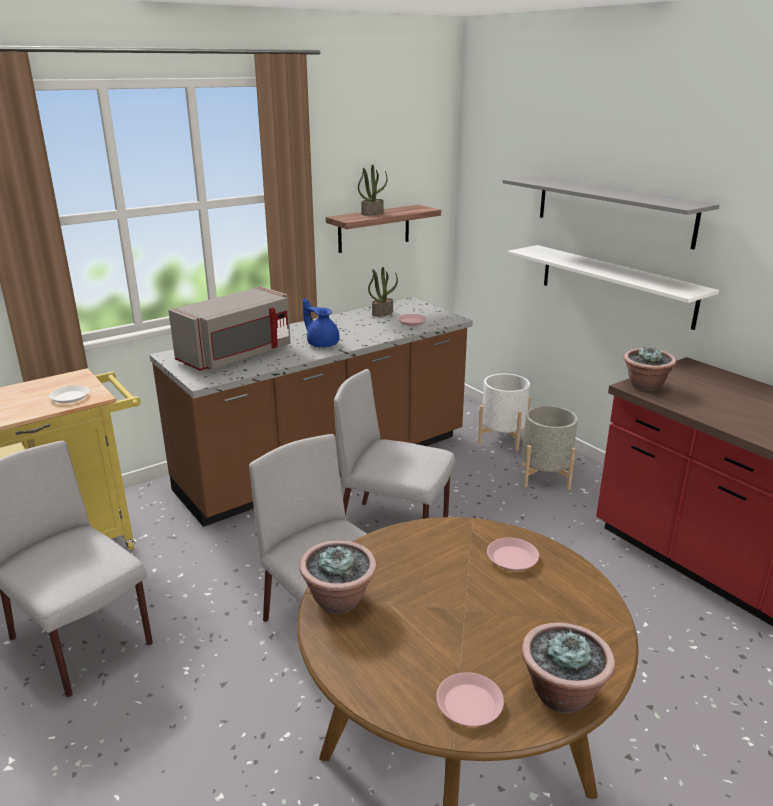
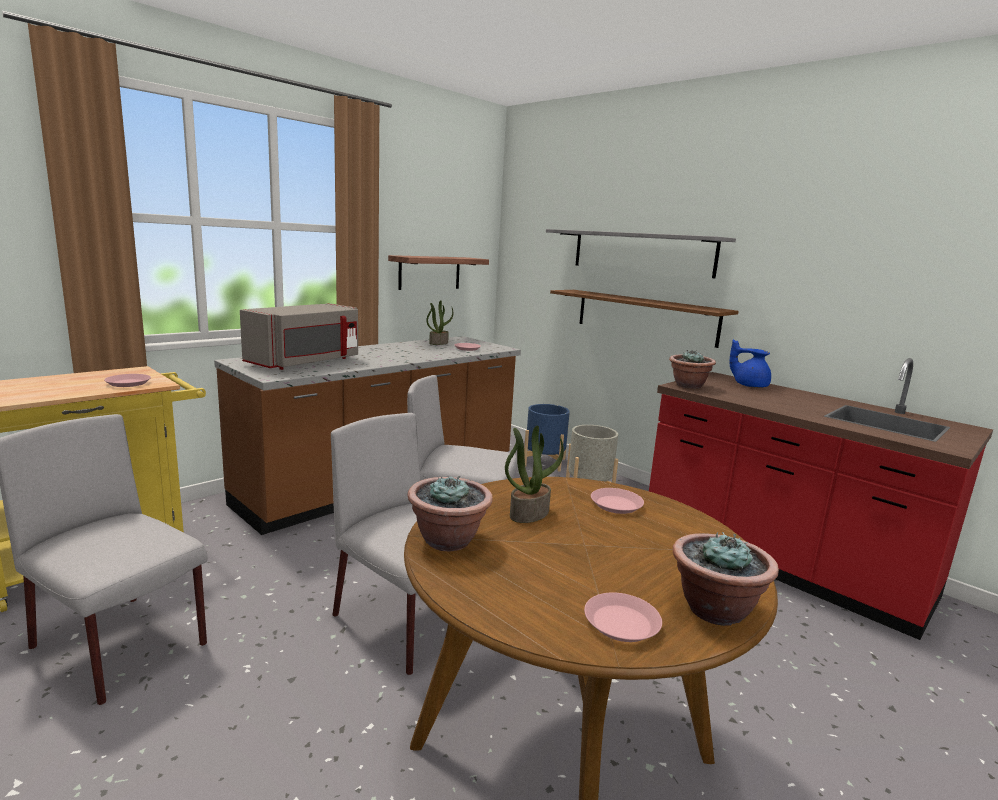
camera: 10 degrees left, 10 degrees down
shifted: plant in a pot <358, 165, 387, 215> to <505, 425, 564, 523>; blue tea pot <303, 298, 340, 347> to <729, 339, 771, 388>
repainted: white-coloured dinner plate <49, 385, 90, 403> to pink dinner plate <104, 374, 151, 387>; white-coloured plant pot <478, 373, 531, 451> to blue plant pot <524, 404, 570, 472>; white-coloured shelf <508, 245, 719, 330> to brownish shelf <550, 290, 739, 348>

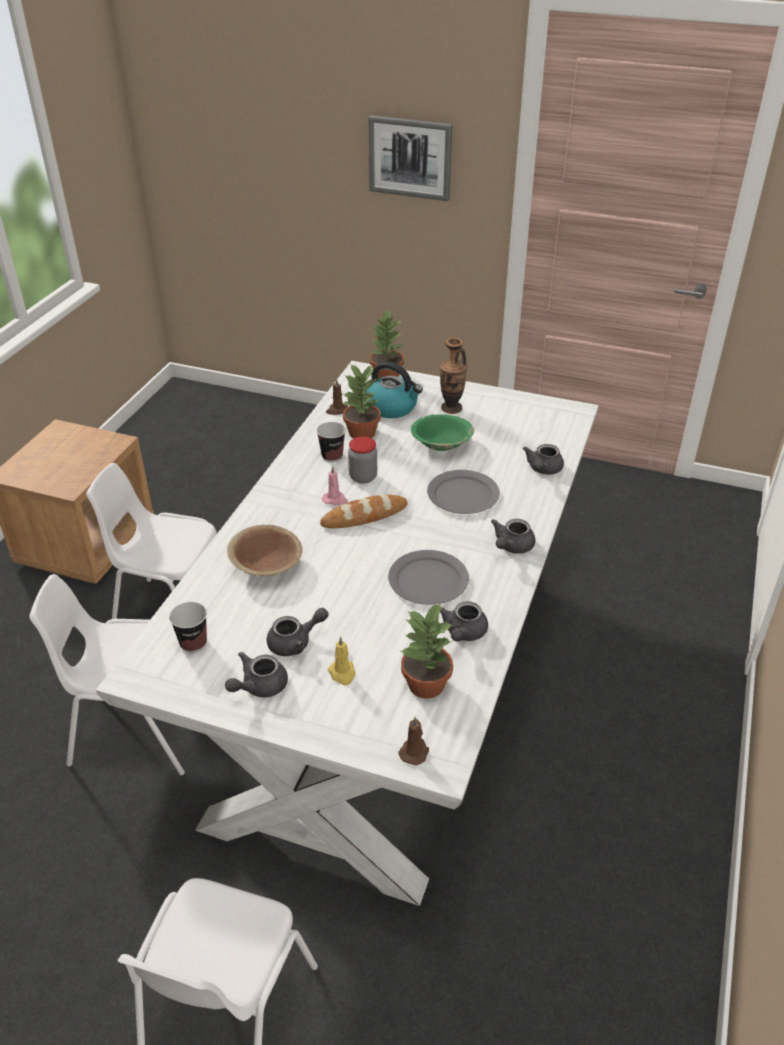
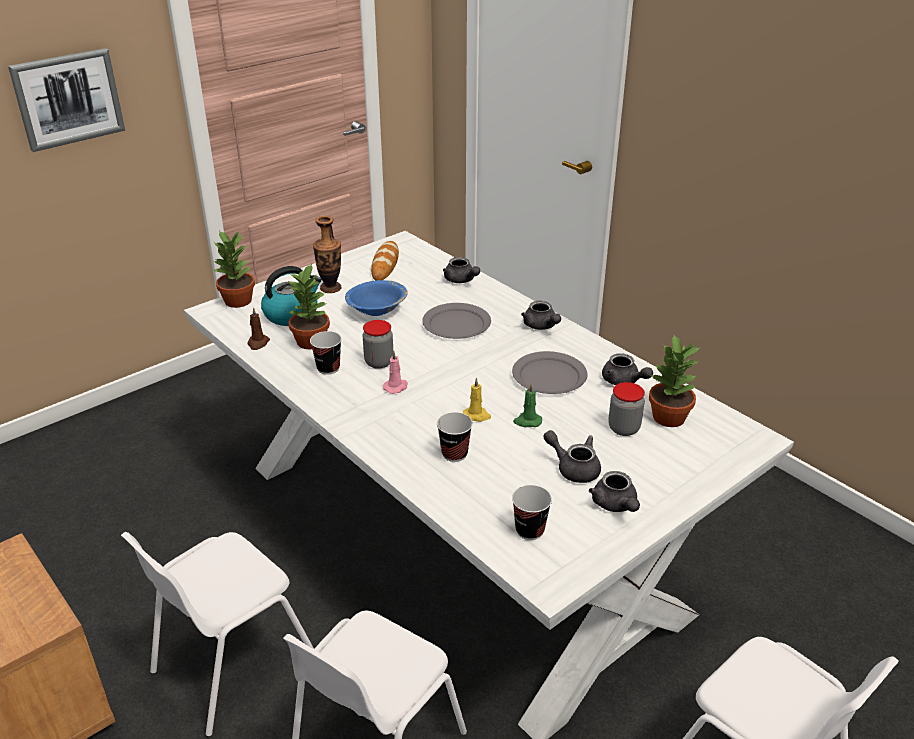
camera: 60 degrees left, 5 degrees down
gone: brownish wax candle <399, 717, 429, 765>
new: greenish wax candle <513, 384, 542, 427>; storage jar <608, 382, 645, 436>
shifted: baked bread <320, 495, 408, 528> to <371, 241, 399, 280>; yellowish wax candle <328, 637, 355, 685> to <463, 378, 491, 422>
swapped: brownish deep dish <227, 525, 302, 576> to cup <437, 412, 473, 462>
repainted: greenish deep dish <411, 414, 474, 451> to blue deep dish <345, 280, 408, 316>
rotated: grey tea pot <267, 608, 329, 656> = <543, 430, 601, 483> 60 degrees counterclockwise

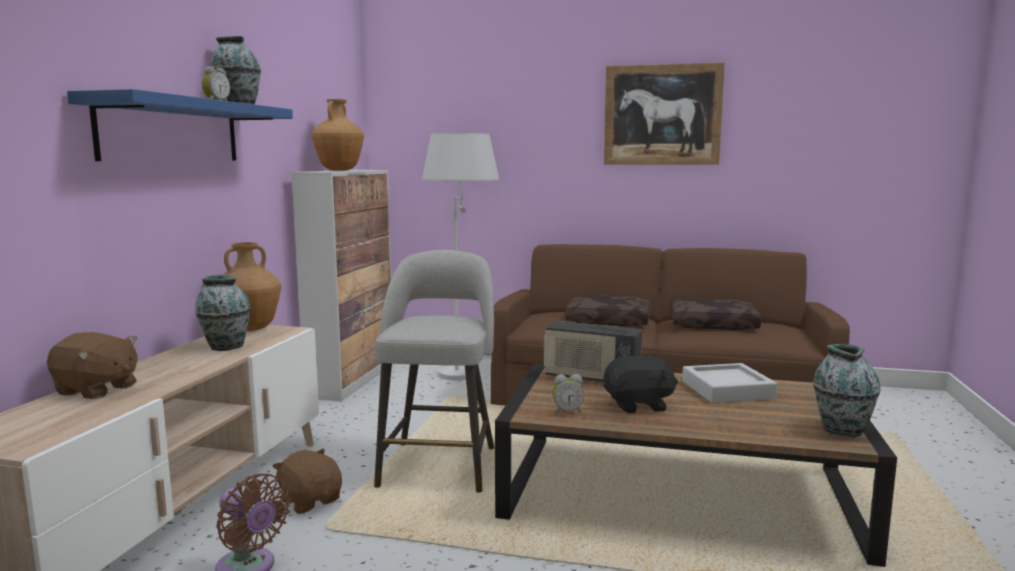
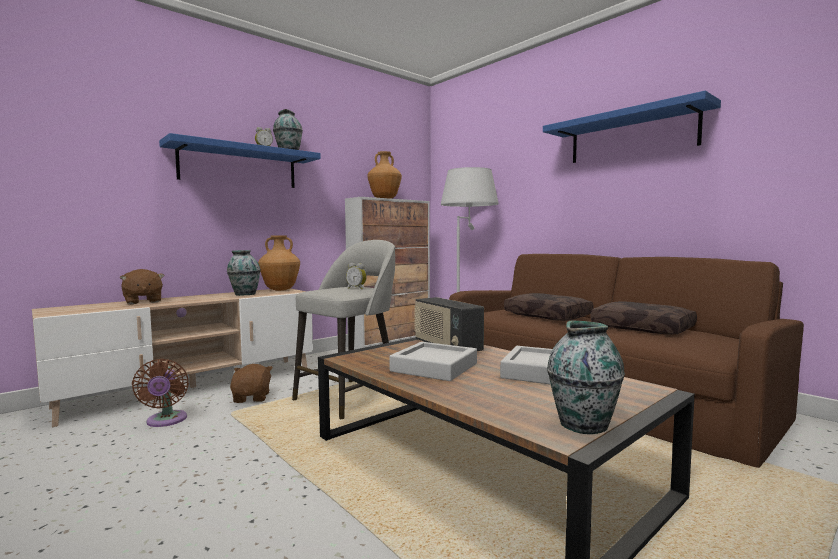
camera: 35 degrees right, 5 degrees down
shifted: bedside clock <552, 374, 584, 414> to <346, 263, 367, 289>
swapped: black-coloured cuddly toy <604, 355, 678, 413> to grey serving tray <389, 342, 477, 381>; picture <604, 62, 725, 165> to blue shelf <543, 91, 721, 163>

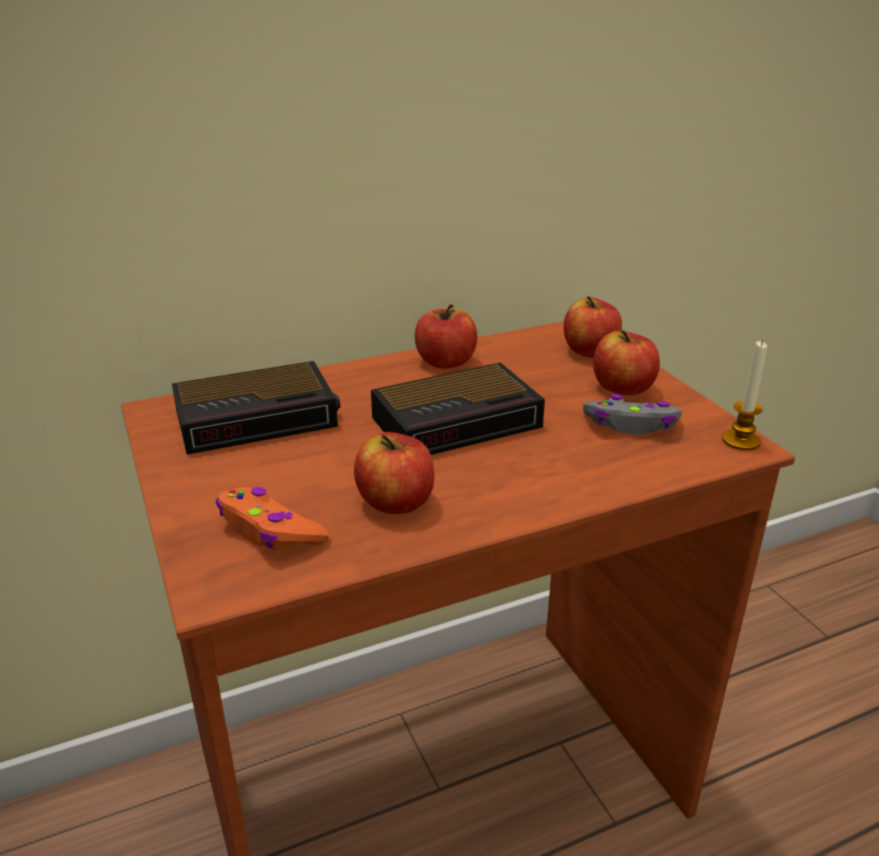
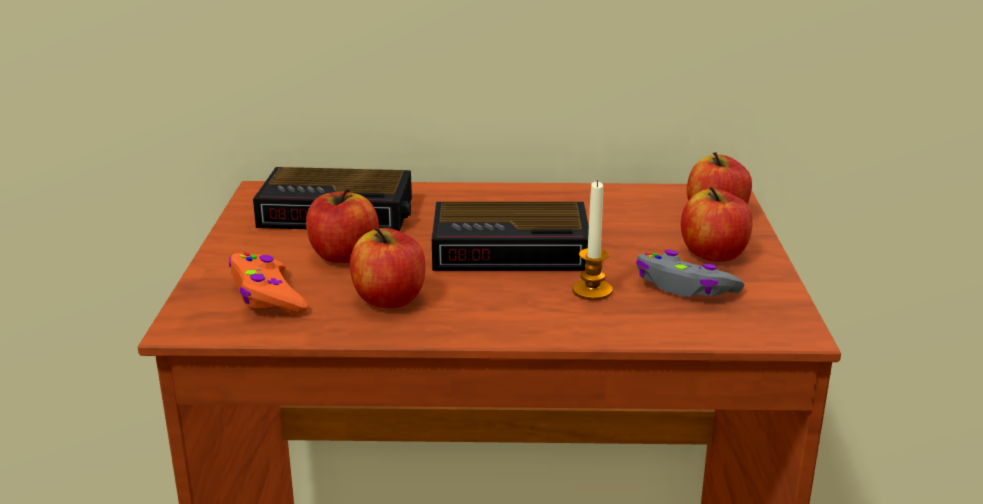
camera: 25 degrees right, 5 degrees down
shifted: apple fruit <415, 304, 478, 369> to <306, 188, 379, 263>; wax candle <722, 340, 767, 450> to <572, 180, 613, 300>

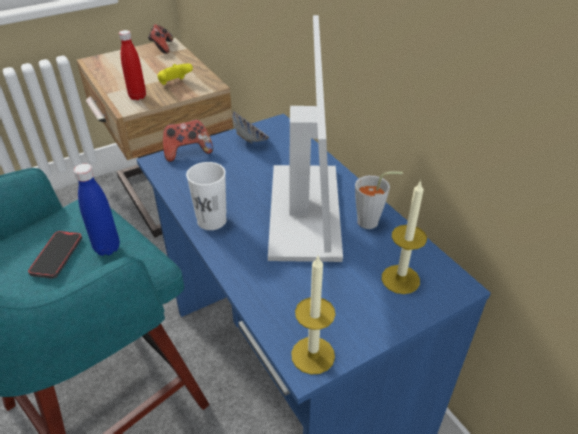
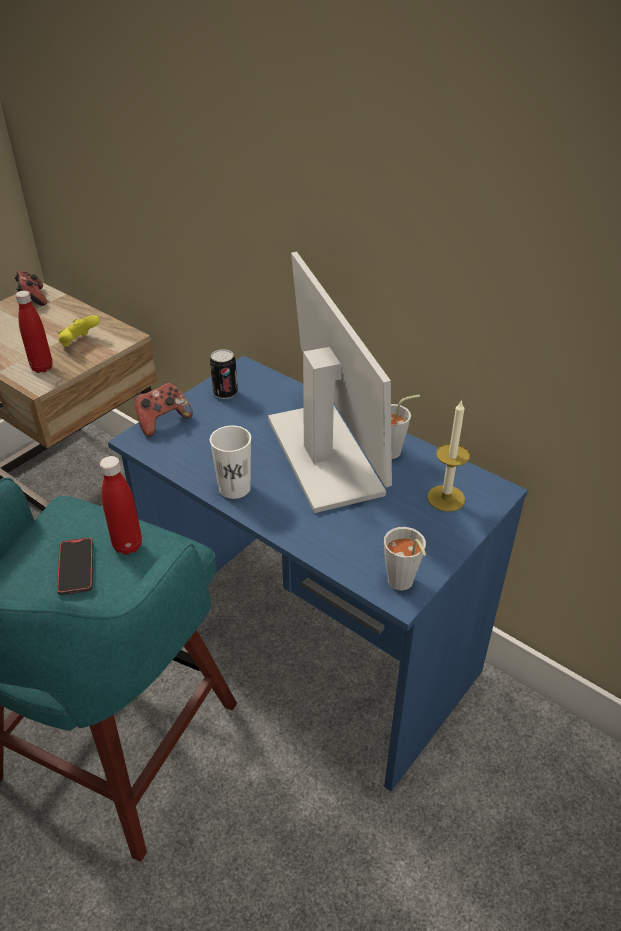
camera: 20 degrees left, 0 degrees up
swapped: deep dish <232, 111, 269, 143> to metal can <210, 349, 238, 399>; wax candle <291, 256, 336, 375> to grey cup <384, 527, 426, 591>
repainted: blue bottle <74, 164, 120, 256> to reddish bottle <100, 456, 142, 555>

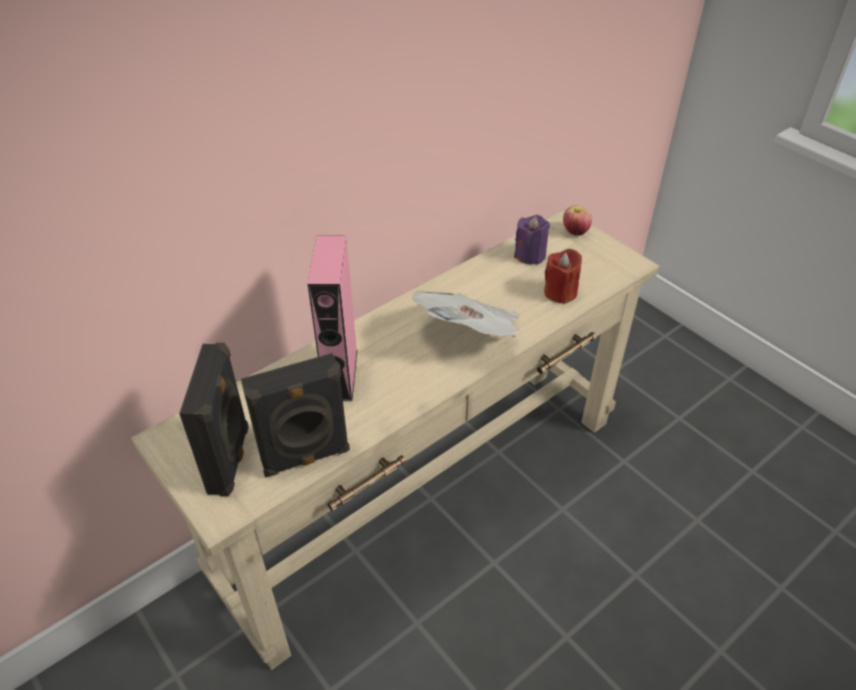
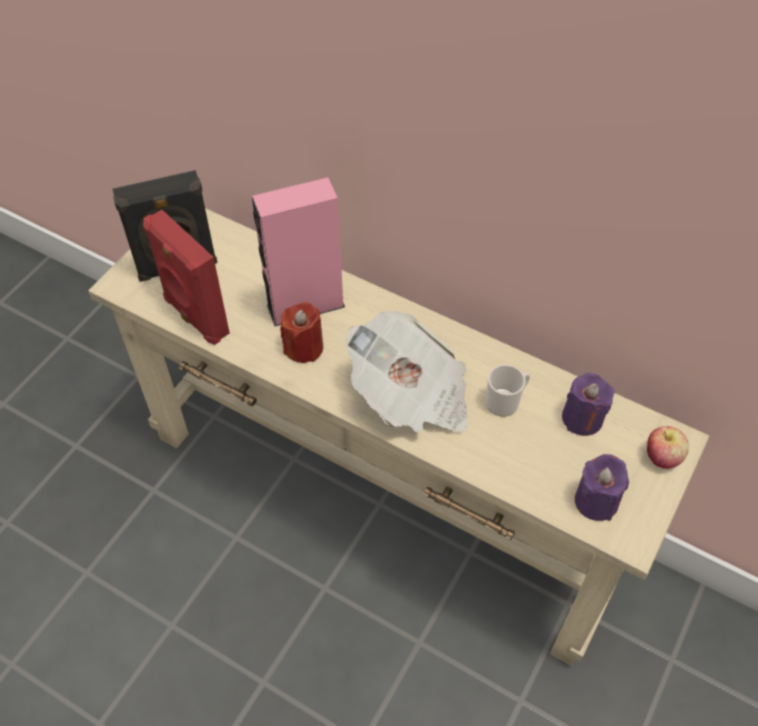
camera: 70 degrees right, 10 degrees up
new: mug <486, 364, 530, 417>; purple-coloured wax candle <575, 454, 629, 521>
shifted: reddish wax candle <544, 249, 582, 304> to <280, 302, 323, 363>
repainted: black-coloured loudspeaker <241, 353, 350, 477> to reddish loudspeaker <143, 209, 230, 345>

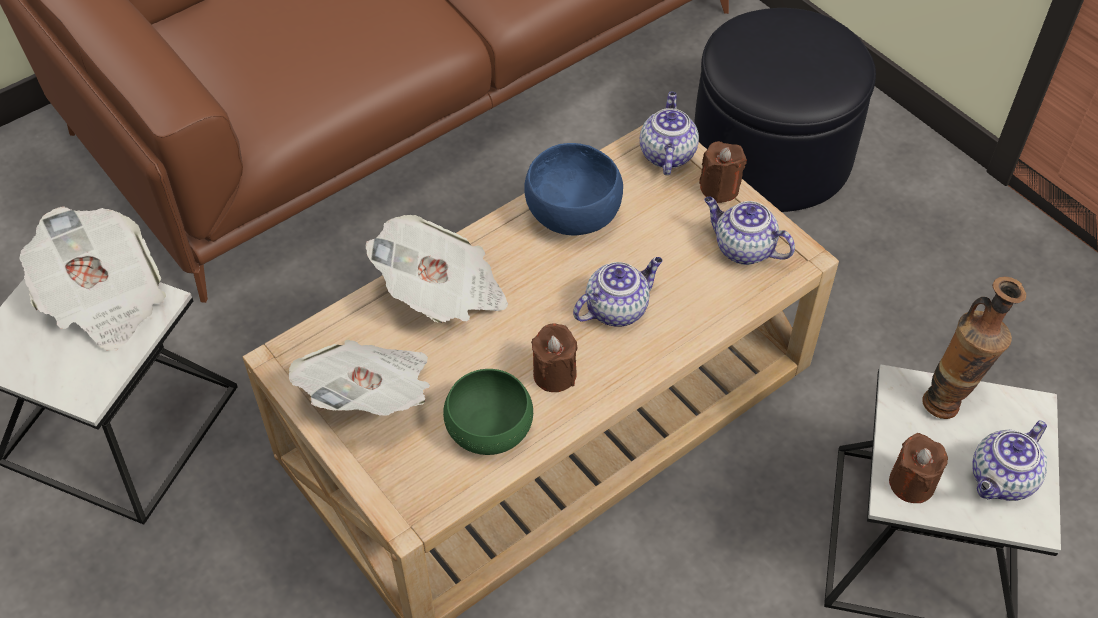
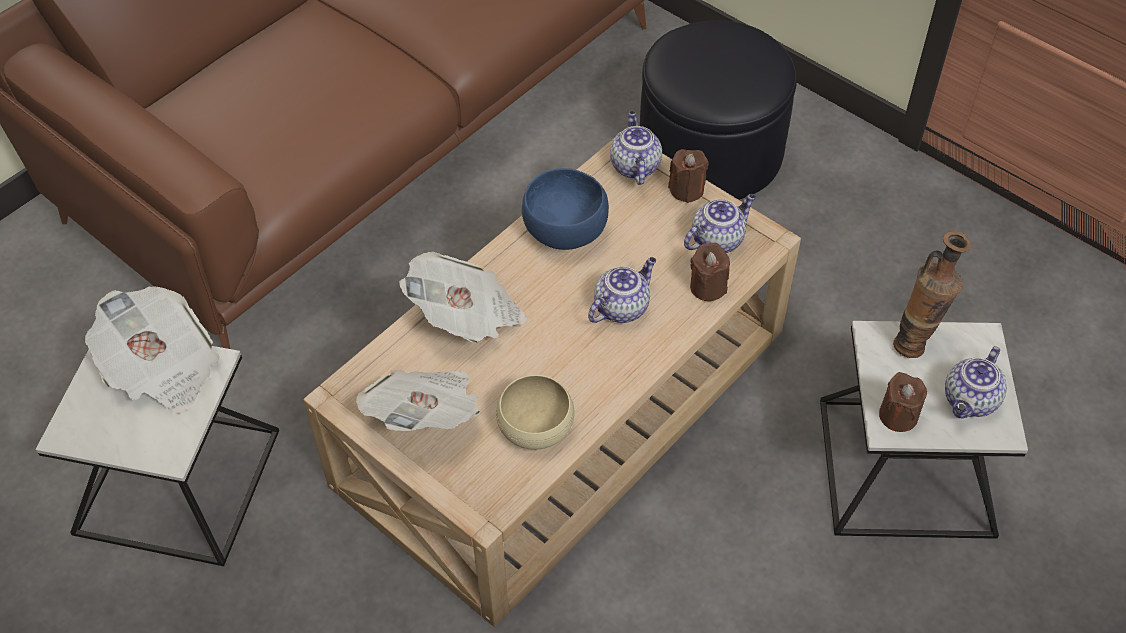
camera: 10 degrees left, 0 degrees up
shifted: brownish wax candle <531, 323, 577, 392> to <690, 243, 730, 301>
repainted: greenish deep dish <443, 369, 533, 455> to beige deep dish <496, 375, 574, 450>
rotated: tea pot <704, 197, 795, 265> = <684, 194, 756, 253> 120 degrees clockwise

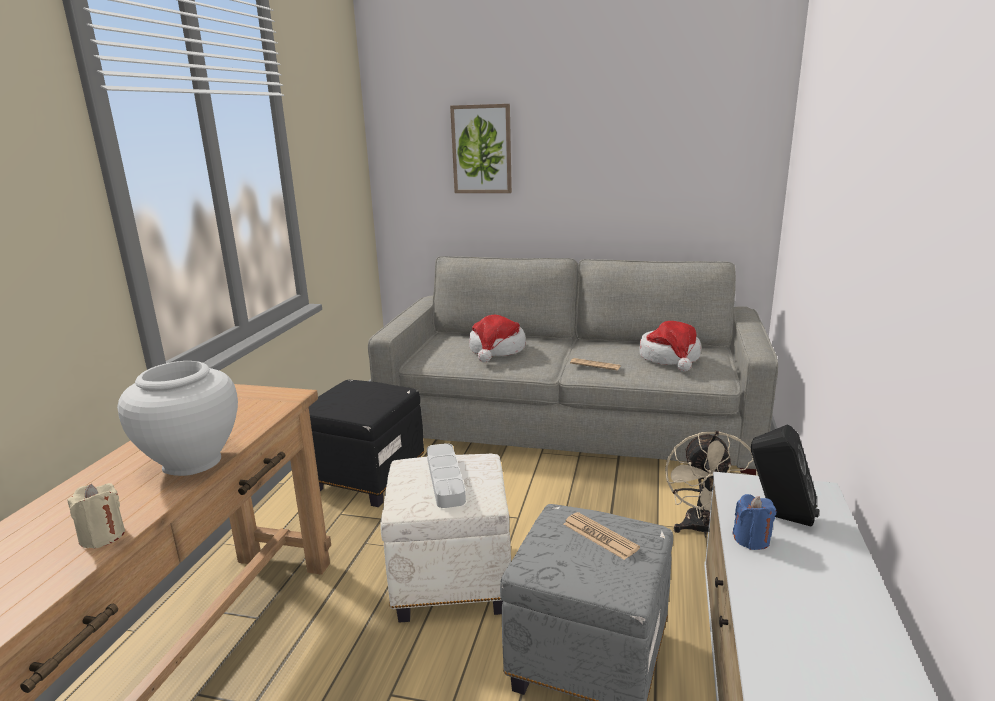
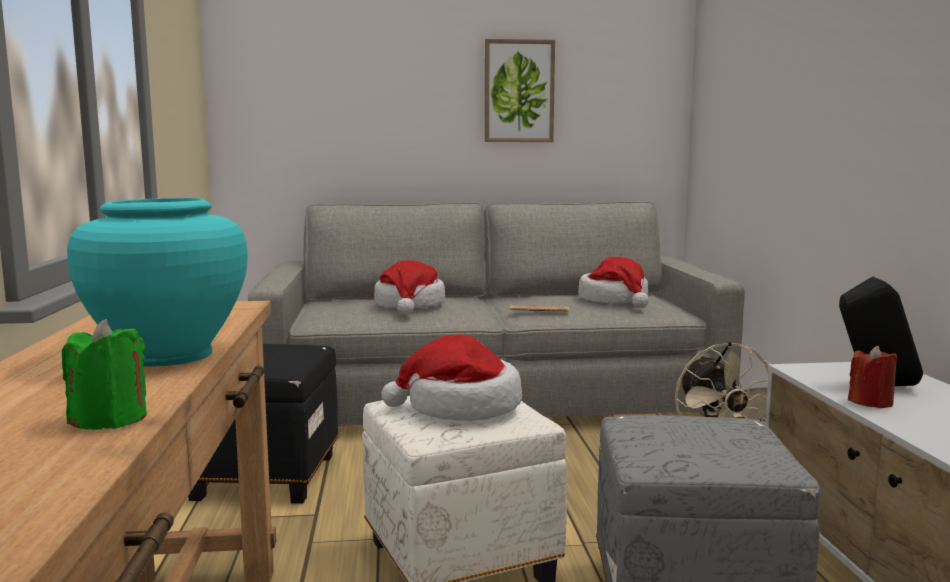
camera: 20 degrees left, 10 degrees down
gone: newspaper <563, 512, 640, 560>
shifted: picture <450, 104, 512, 193> to <485, 39, 555, 142>
swapped: grey serving tray <427, 443, 466, 508> to hat <381, 334, 522, 421>
repainted: beige wax candle <67, 483, 125, 549> to greenish wax candle <62, 319, 147, 430>; white-coloured decorative vase <117, 361, 238, 476> to turquoise decorative vase <67, 198, 248, 366>; blue wax candle <732, 494, 776, 550> to reddish wax candle <848, 346, 897, 408>

